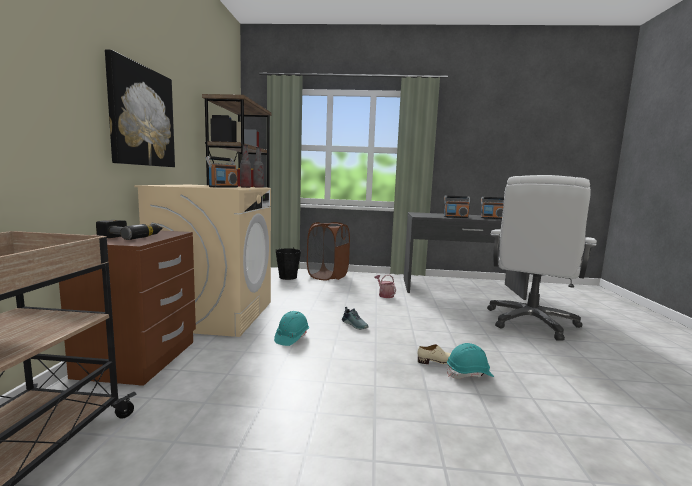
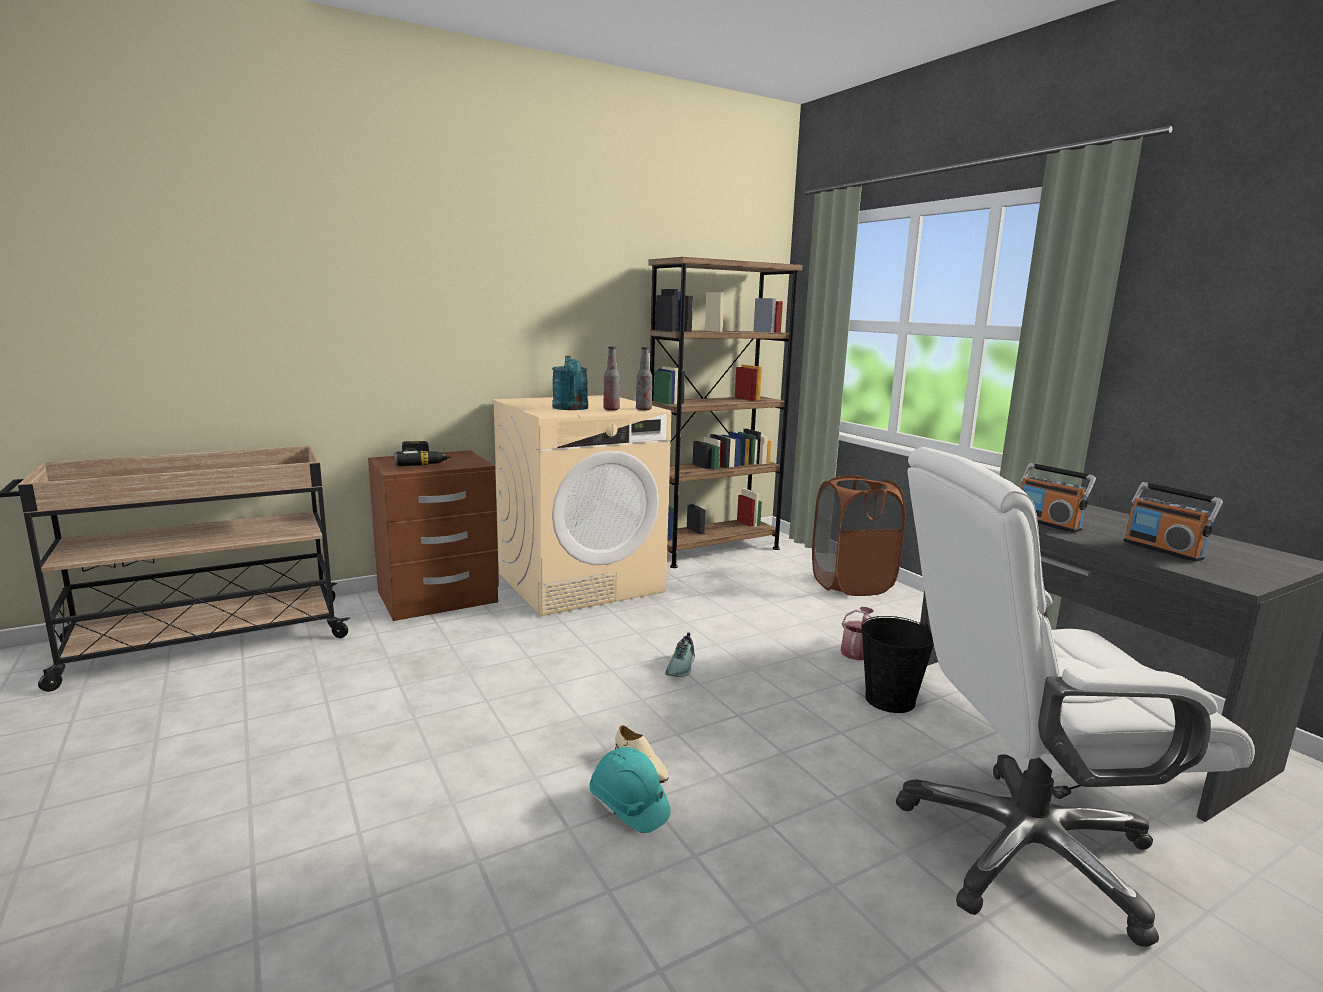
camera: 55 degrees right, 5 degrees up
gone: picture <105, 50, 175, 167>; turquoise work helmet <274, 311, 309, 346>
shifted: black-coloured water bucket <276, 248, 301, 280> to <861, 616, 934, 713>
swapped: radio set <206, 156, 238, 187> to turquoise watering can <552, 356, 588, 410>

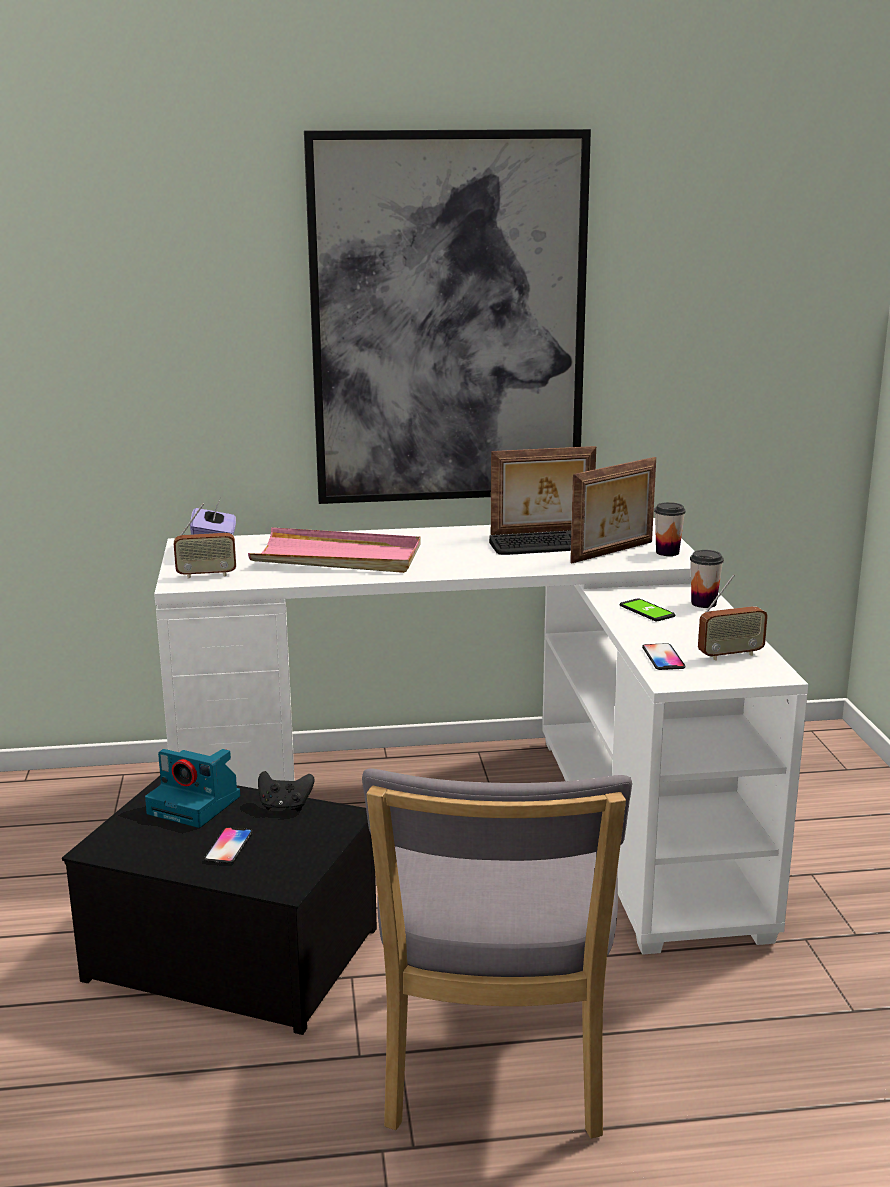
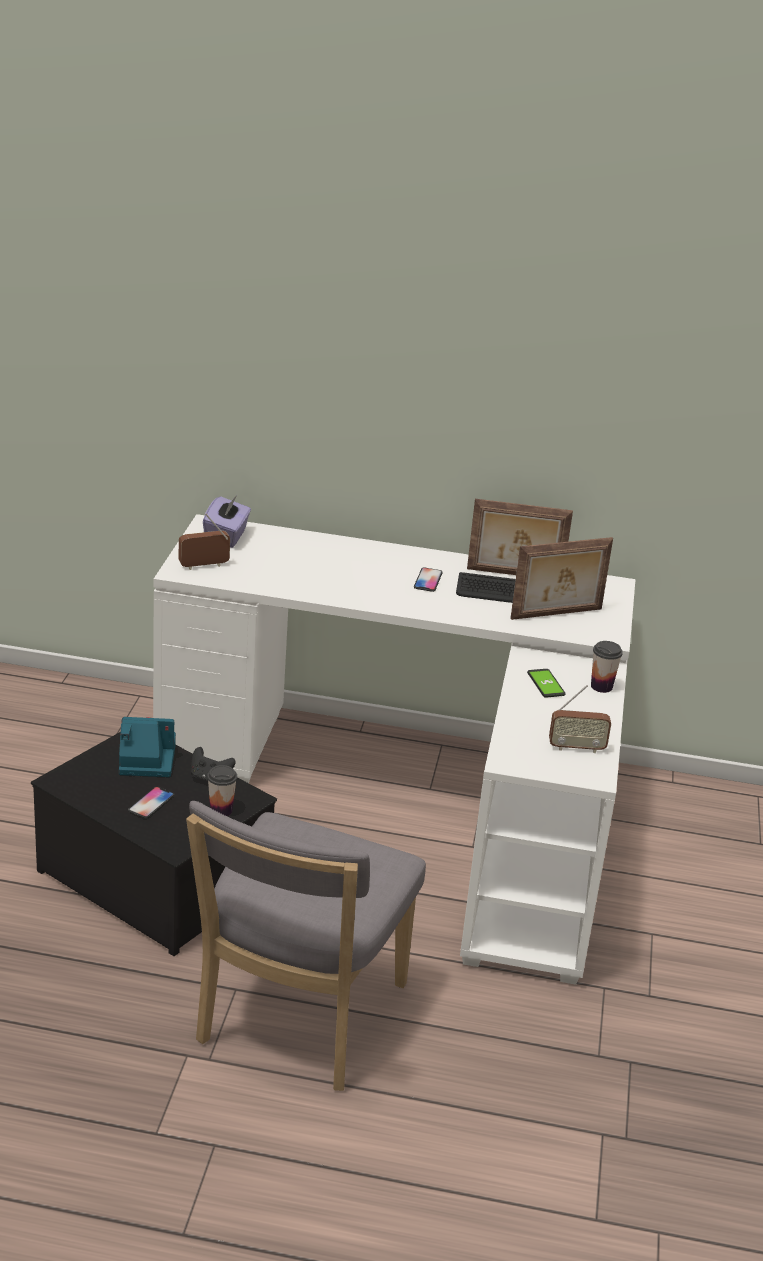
camera: 15 degrees right, 10 degrees up
gone: pink serving tray <248, 527, 421, 573>; picture <304, 129, 591, 504>
shifted: cup <654, 502, 686, 556> to <207, 765, 237, 816>; handset <642, 643, 685, 670> to <414, 568, 443, 592>
rotated: photo camera <145, 749, 240, 828> = <119, 717, 176, 777> 135 degrees clockwise; radio set <174, 503, 236, 579> = <179, 514, 230, 570> 150 degrees clockwise

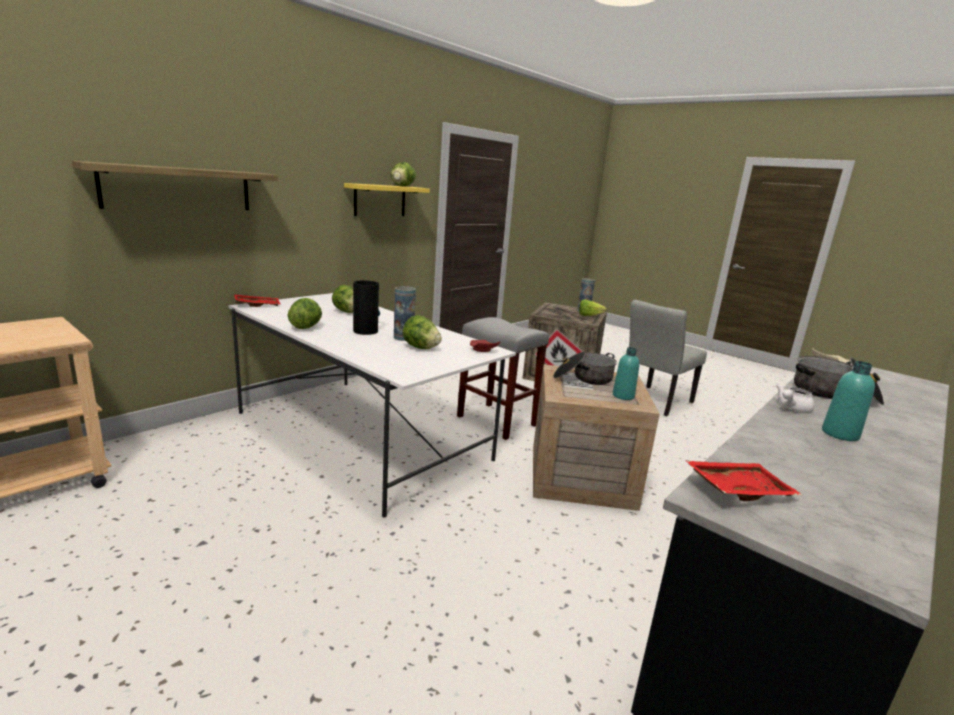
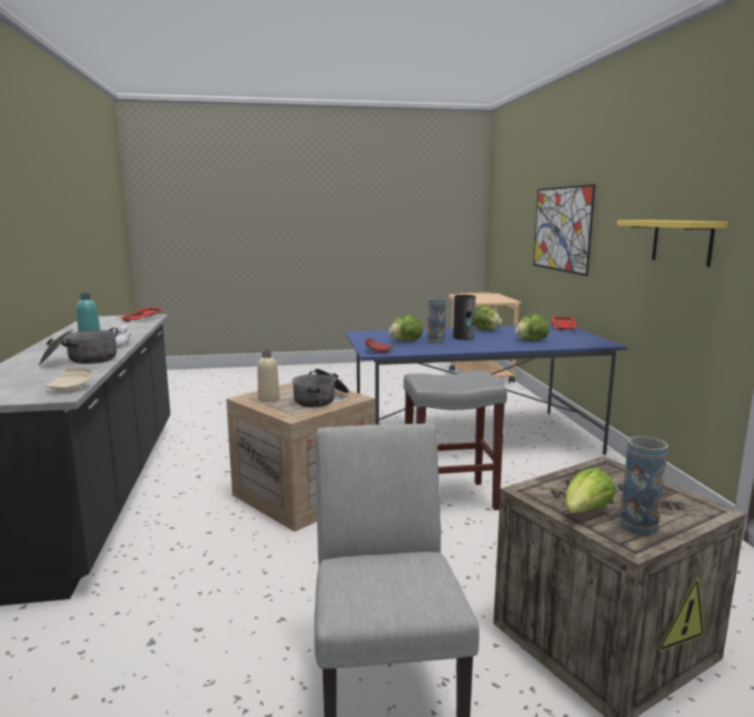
camera: 130 degrees right, 5 degrees down
gone: head of lettuce <391, 162, 416, 186>
swapped: shelf <72, 161, 278, 210> to picture <533, 184, 596, 276>
repainted: turquoise bottle <613, 347, 639, 400> to beige bottle <257, 350, 280, 402>; white-coloured kitchen table <228, 293, 516, 518> to blue kitchen table <345, 325, 627, 455>

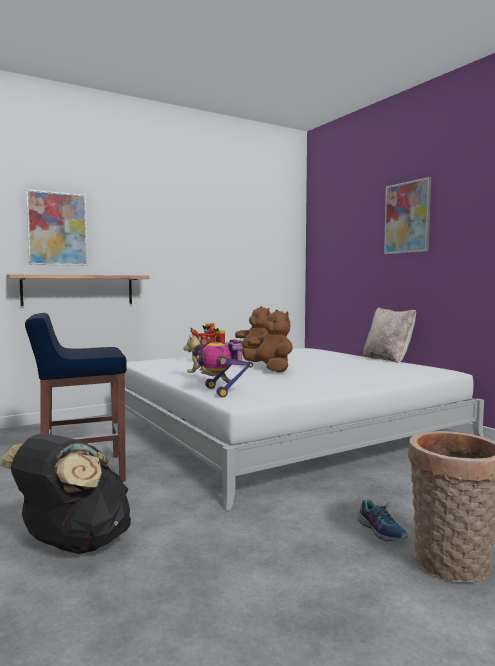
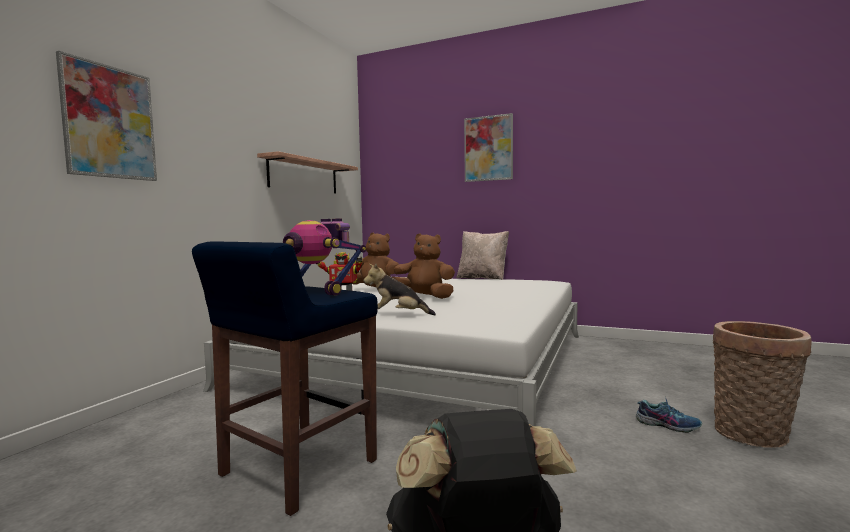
camera: 35 degrees left, 0 degrees up
shifted: shelf <6, 274, 149, 306> to <257, 151, 358, 193>; toy robot <197, 339, 253, 397> to <283, 219, 366, 296>

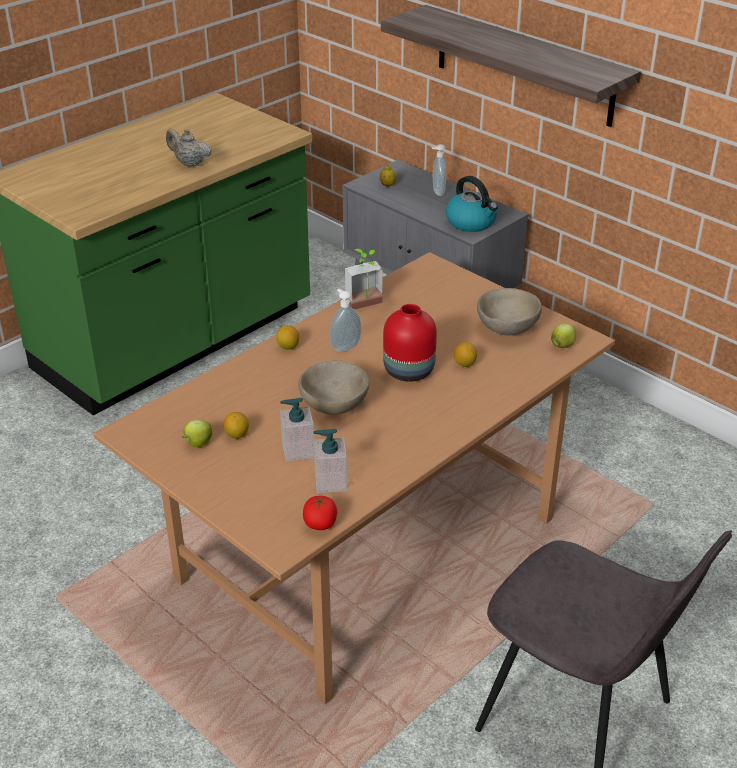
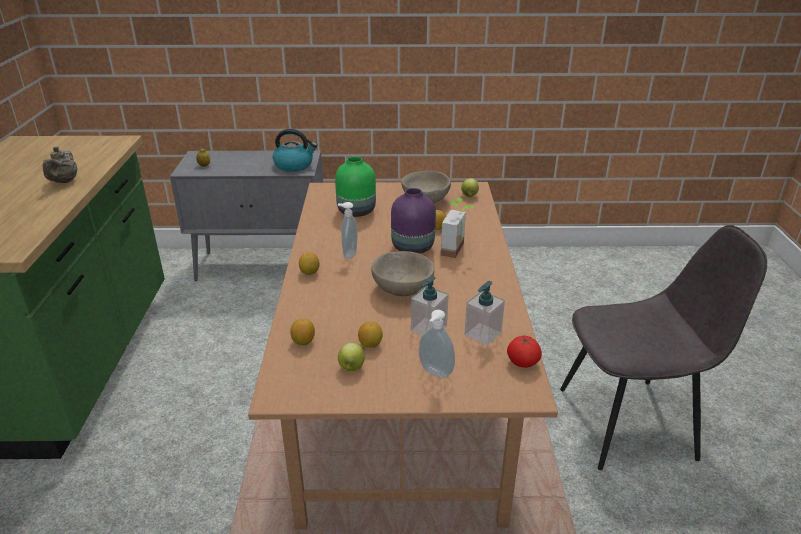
camera: 45 degrees left, 5 degrees down
gone: shelf <381, 5, 641, 127>
new: whole lemon <290, 319, 315, 345>; greenish decorative vase <335, 156, 376, 217>
shifted: soap dispenser <431, 144, 446, 196> to <419, 310, 455, 378>; plant in a pot <345, 249, 383, 310> to <441, 198, 475, 258>
repainted: reddish decorative vase <383, 304, 437, 382> to purple-coloured decorative vase <391, 188, 436, 254>
rotated: beige tea pot <166, 129, 212, 167> = <42, 146, 77, 183> 75 degrees counterclockwise

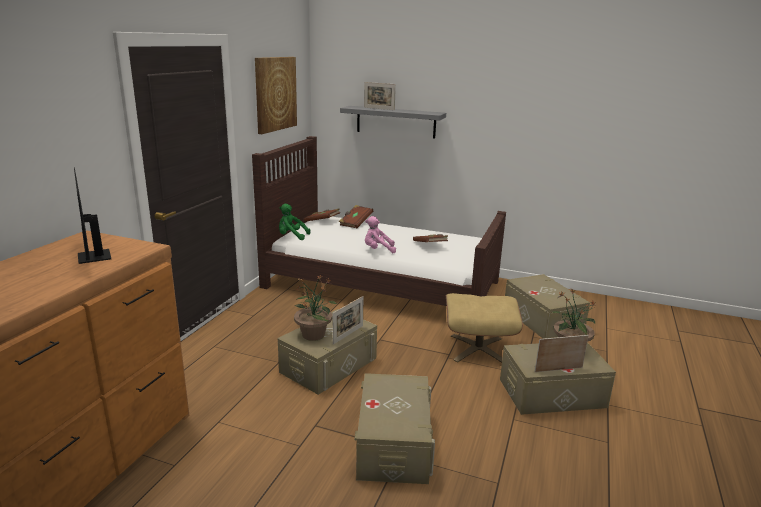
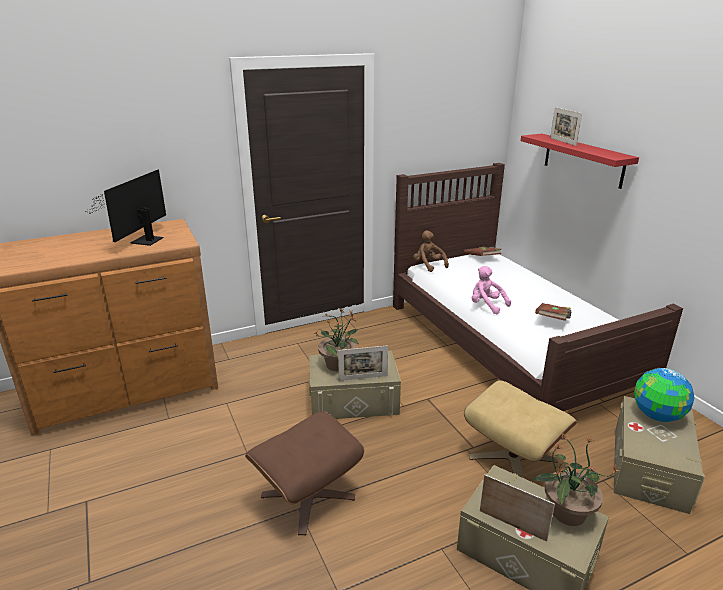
camera: 45 degrees right, 5 degrees up
gone: picture <255, 57, 297, 134>; brownish volume <339, 205, 373, 228>
new: desk globe <634, 368, 694, 422>
swapped: beige storage bin <354, 373, 435, 484> to brownish pouffe <245, 411, 364, 535>
repainted: greenish cuddly toy <279, 204, 310, 240> to brownish cuddly toy <413, 231, 449, 272>; grey shelf <340, 106, 446, 139> to reddish shelf <521, 134, 639, 189>

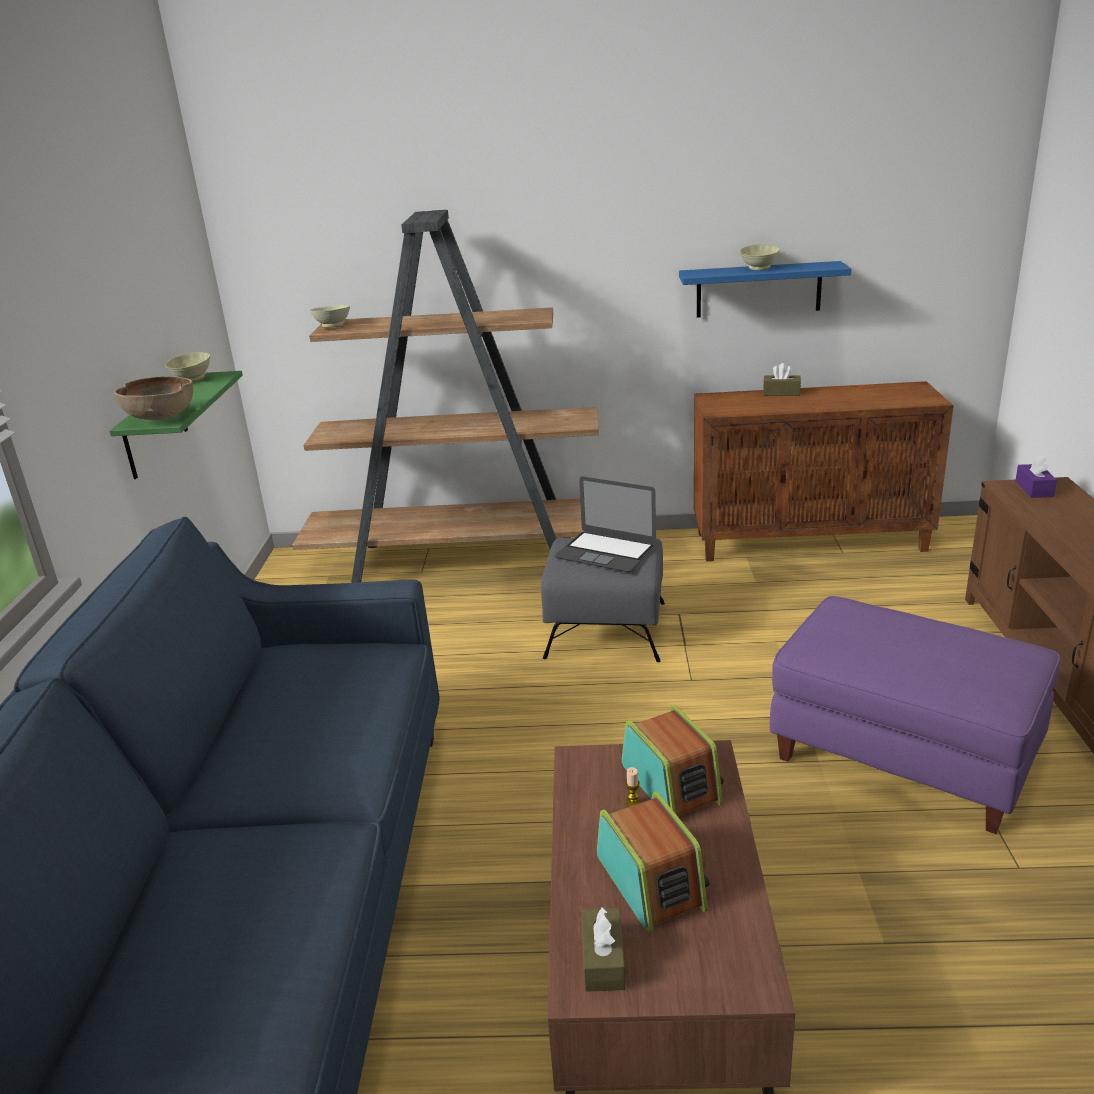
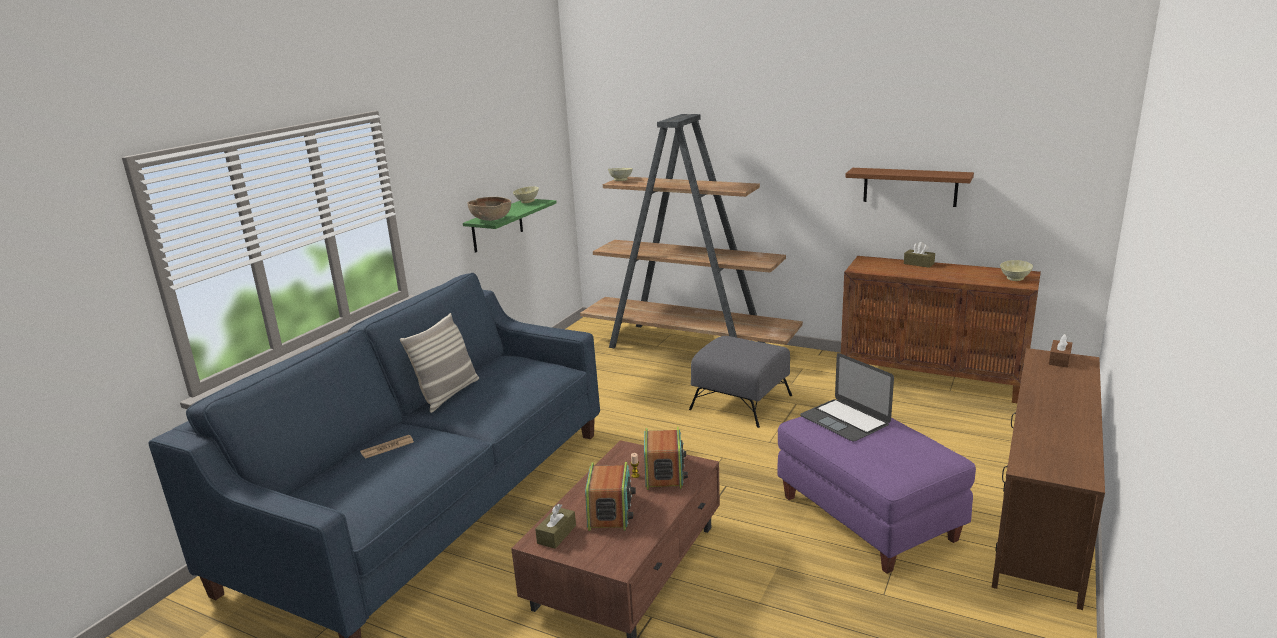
camera: 25 degrees right, 5 degrees down
new: newspaper <360, 435, 414, 459>; throw pillow <400, 313, 479, 413>
shifted: laptop <555, 477, 656, 572> to <800, 353, 894, 442>; beige deep dish <740, 244, 780, 270> to <1000, 260, 1033, 281>
repainted: blue shelf <679, 261, 851, 318> to brownish shelf <845, 168, 974, 207>; purple-coloured box of tissues <1015, 455, 1057, 498> to brownish box of tissues <1049, 334, 1072, 368>

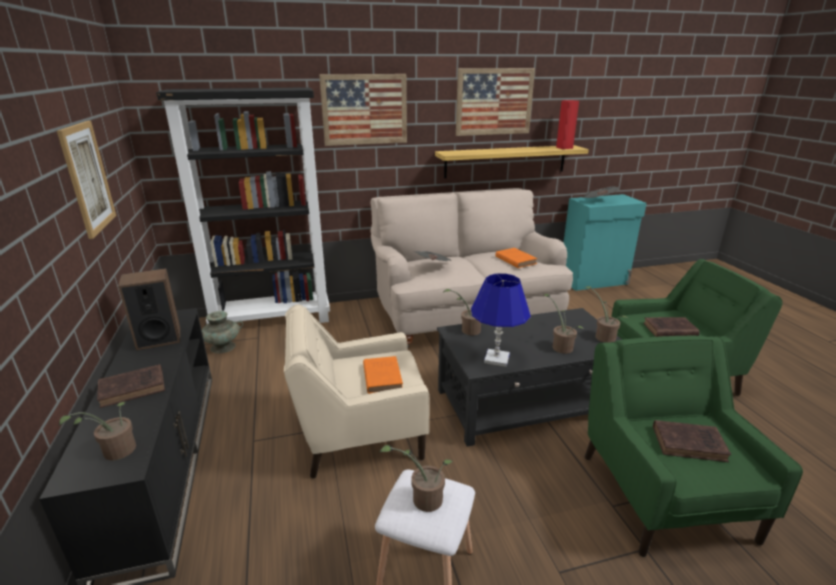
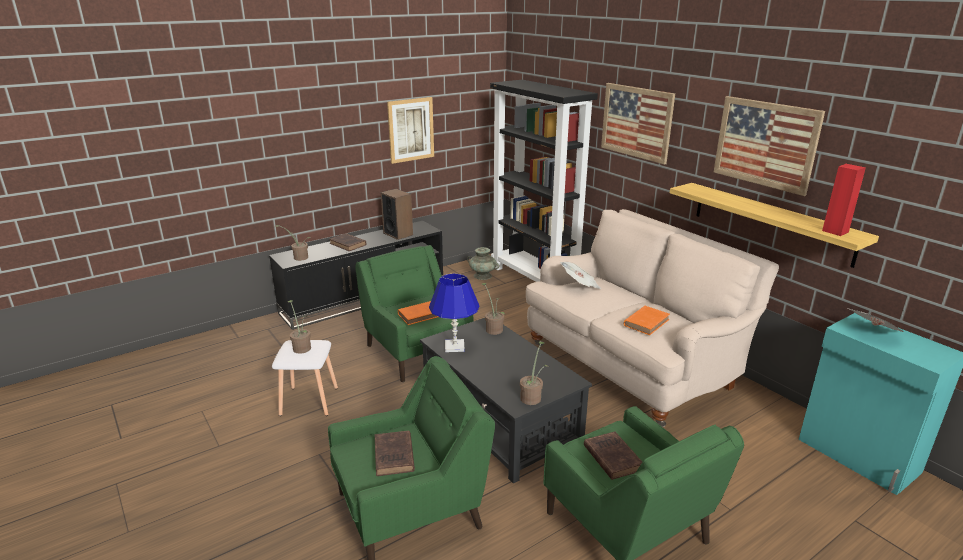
camera: 70 degrees right, 0 degrees up
gone: plant in a pot <544, 294, 584, 354>
repainted: beige armchair <284, 304, 430, 478> to greenish armchair <355, 245, 473, 382>

